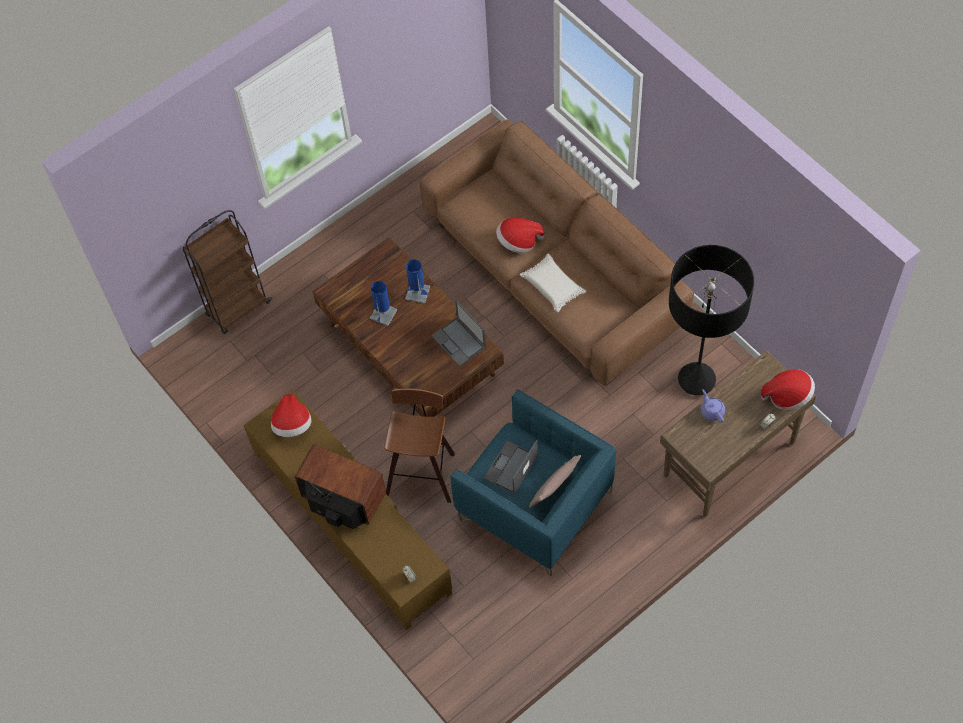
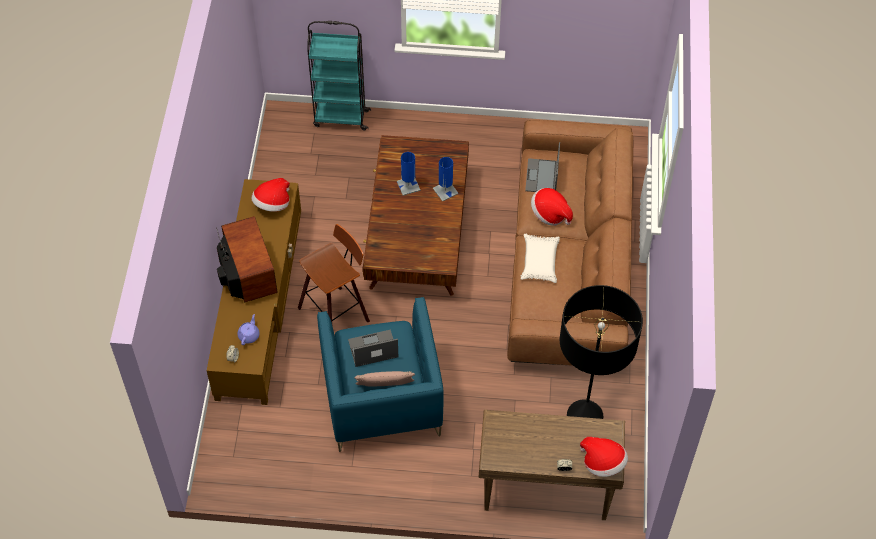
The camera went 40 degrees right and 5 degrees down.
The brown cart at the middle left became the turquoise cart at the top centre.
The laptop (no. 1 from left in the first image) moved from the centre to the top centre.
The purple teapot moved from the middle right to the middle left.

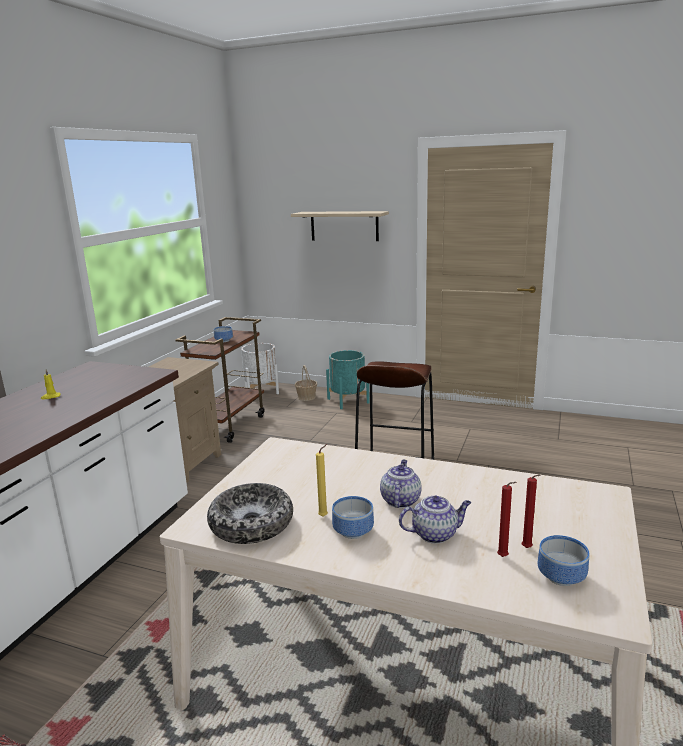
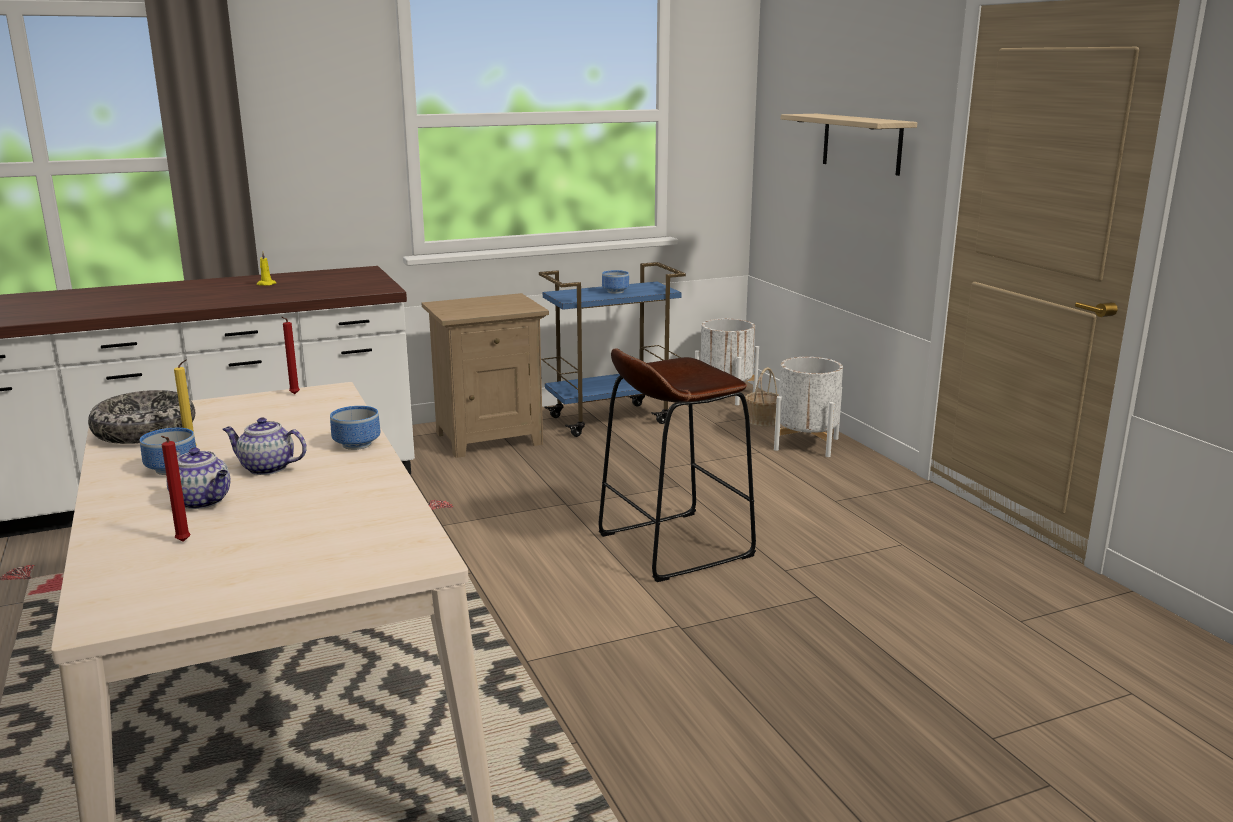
The camera went 45 degrees right and 0 degrees up.
The brown cart at the middle left became the blue cart at the centre.
The turquoise planter at the centre became the white planter (no. 2 from left) at the centre.
The teapot (no. 1 from left in the first image) at the centre turned 135 degrees counterclockwise.
The red candle (no. 2 from left) moved from the bottom right to the middle left.
The bowl (no. 4 from left in the first image) moved from the bottom right to the middle left.

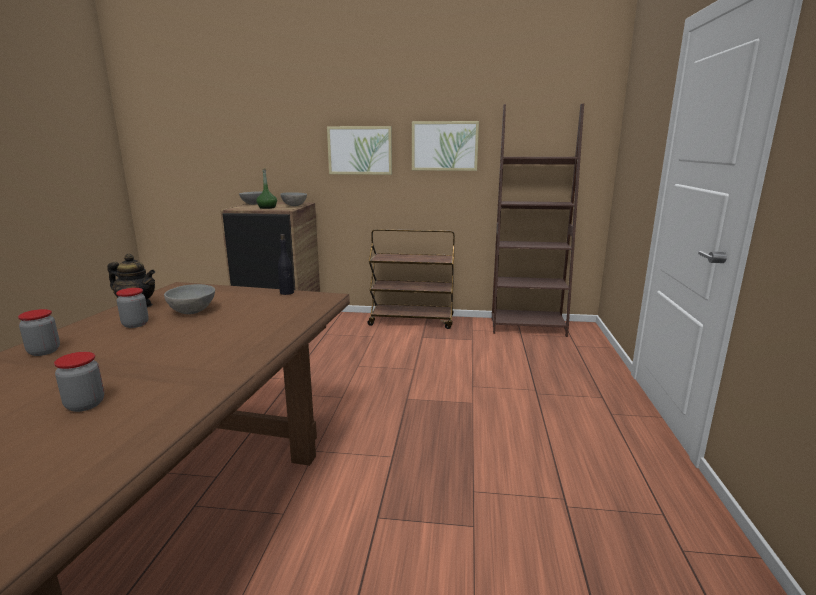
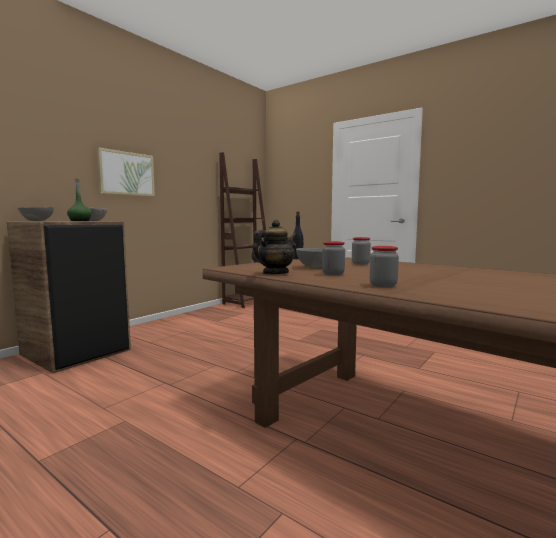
The camera went 60 degrees left and 10 degrees down.
The jar (no. 2 from left) moved from the middle left to the centre.
The brown cart at the centre disappeared.
The picture (no. 2 from left) at the top centre disappeared.

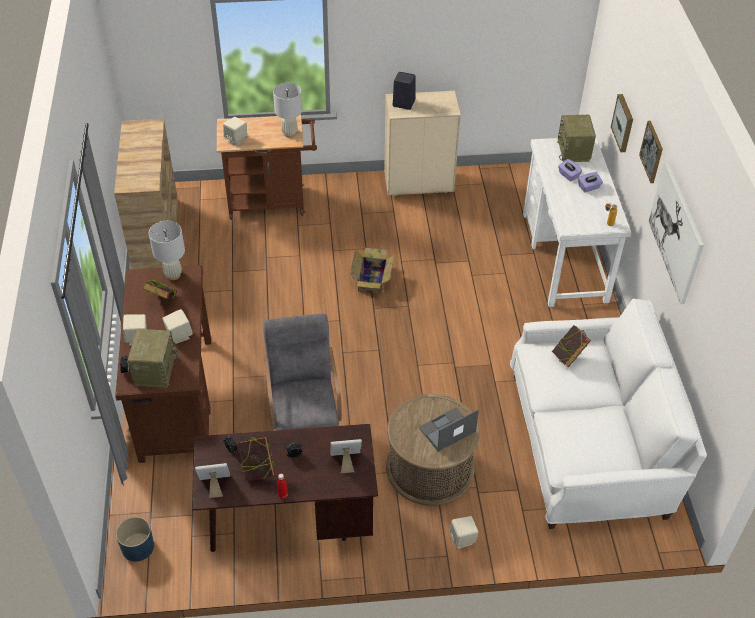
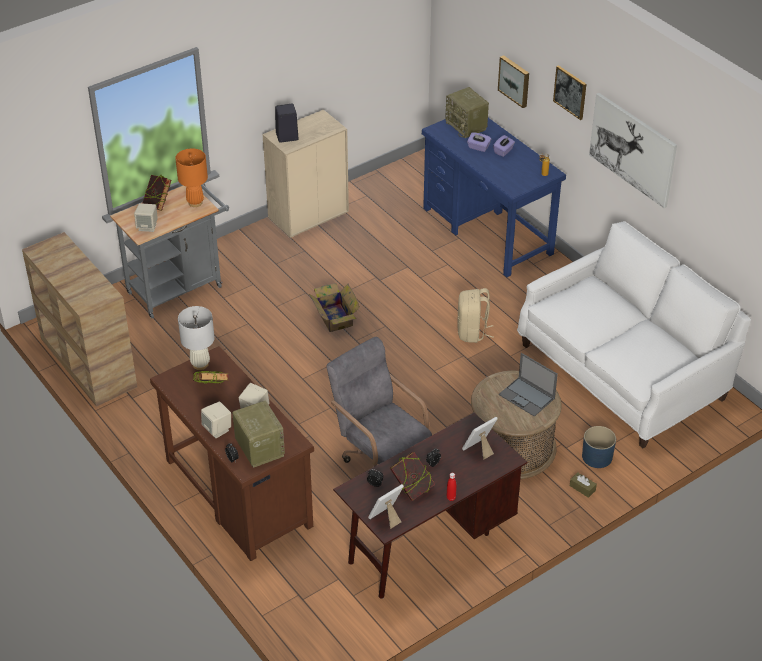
The camera went 30 degrees left and 5 degrees down.
The blue planter moved from the bottom left to the bottom right.
The brown cart at the top centre became the grey cart at the middle left.
The white table lamp (no. 2 from left) at the top centre became the orange table lamp at the top left.
The laptop at the bottom centre turned 75 degrees counterclockwise.
The beige speaker (no. 4 from left) at the bottom centre was replaced by the brown tissue box at the bottom right.
The white desk at the middle right became the blue desk at the top centre.
The book (no. 3 from left in the first image) moved from the middle right to the top left.
The beige backpack at the centre appeared.

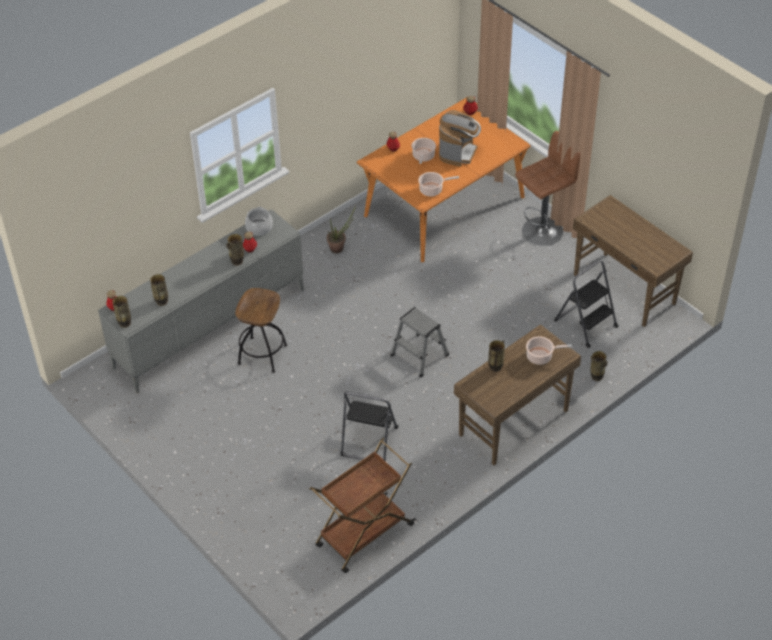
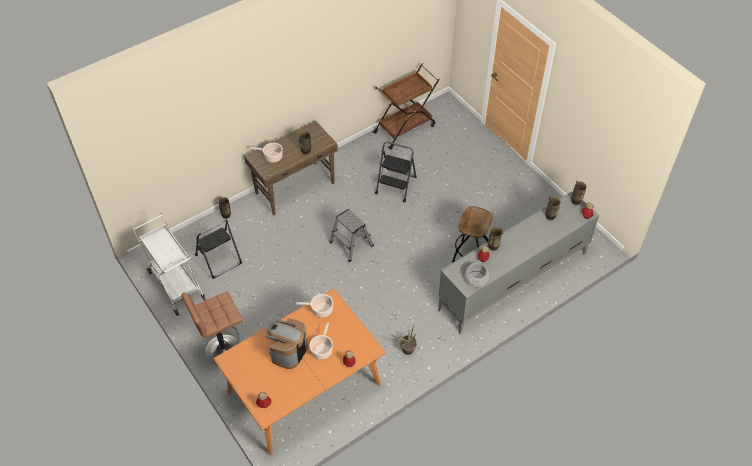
The camera went 175 degrees left and 5 degrees up.
The brown console table (no. 2 from left) at the middle right was replaced by the white cart at the middle left.

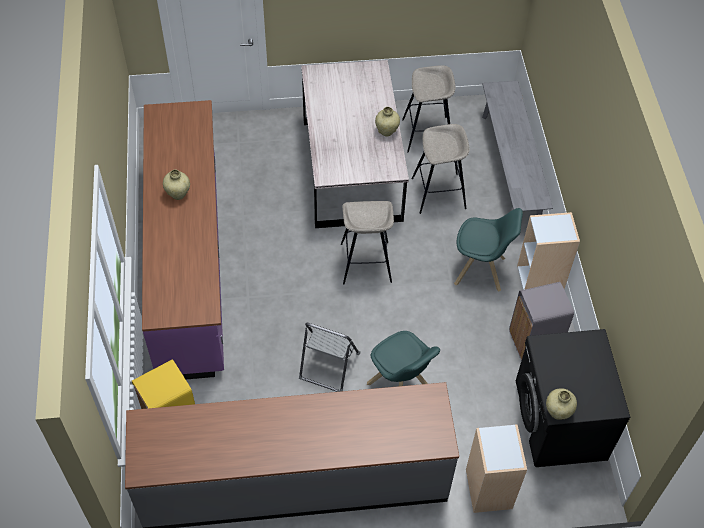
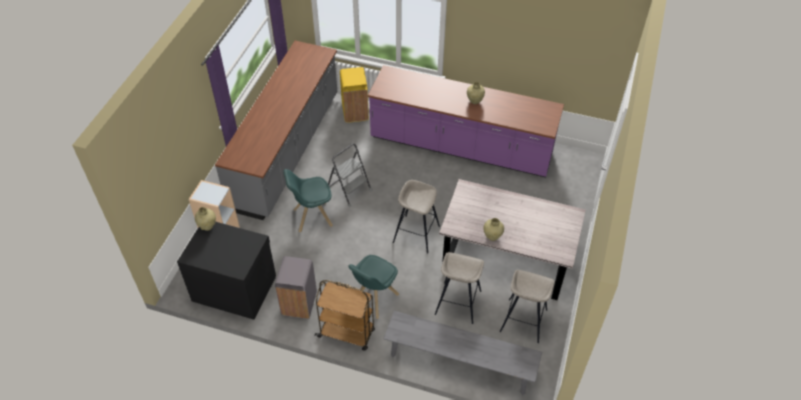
The camera went 115 degrees right and 5 degrees down.
The bookcase (no. 2 from left) at the middle right was replaced by the brown cart at the bottom centre.

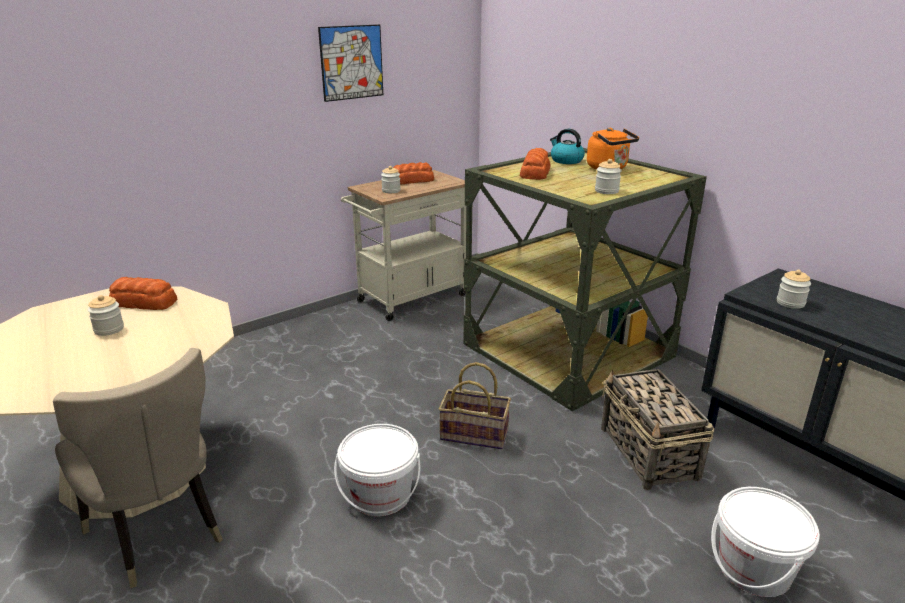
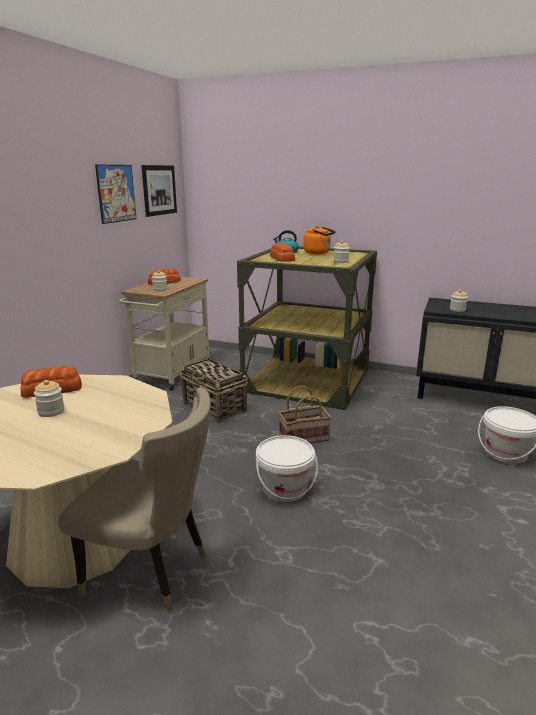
The camera went 30 degrees left and 5 degrees down.
The basket (no. 2 from left in the first image) moved from the bottom right to the centre.
The picture (no. 2 from left) at the top left appeared.

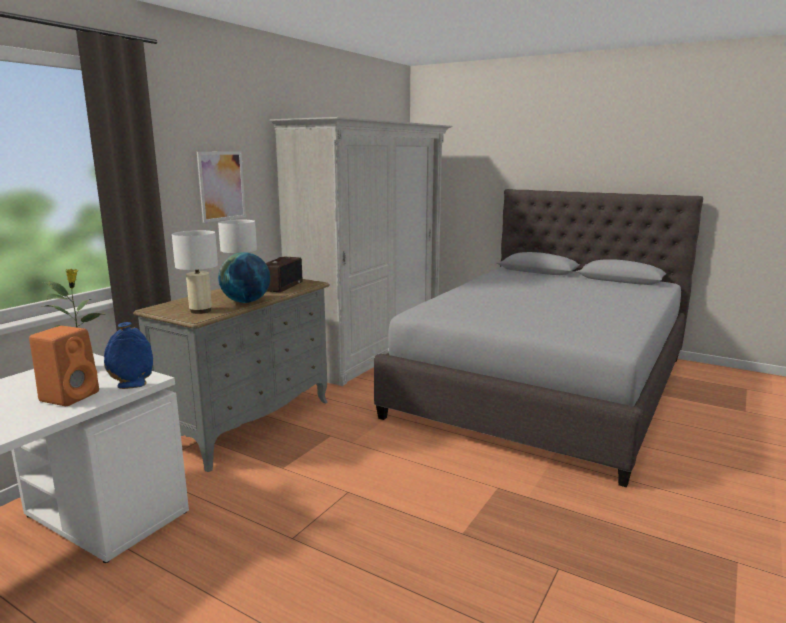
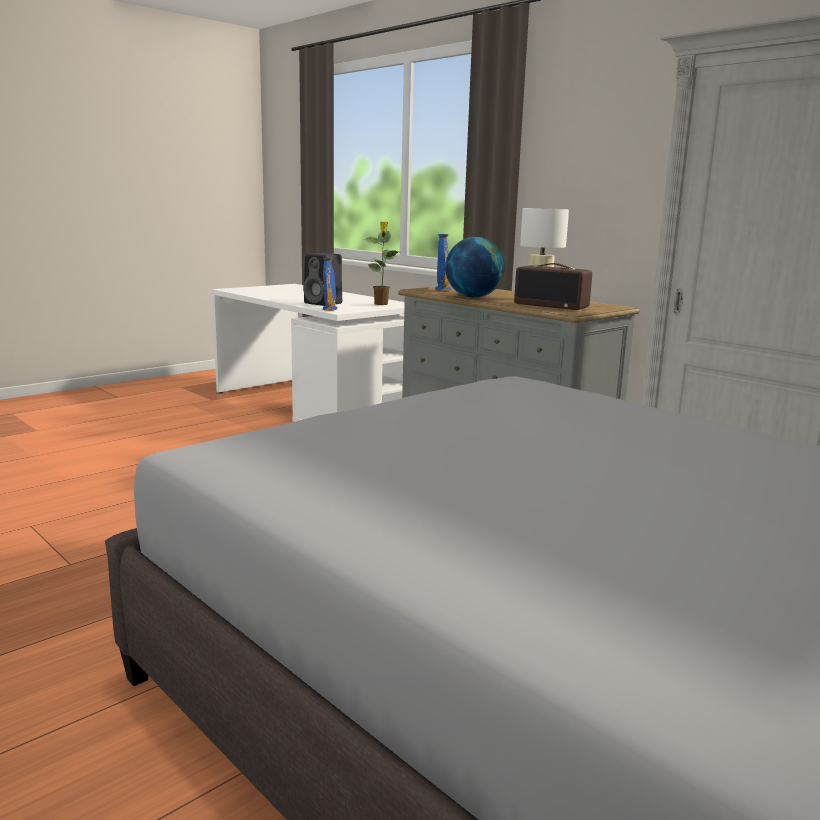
The camera went 105 degrees right and 0 degrees up.
The orange speaker at the middle left became the black speaker at the centre.
The white table lamp (no. 1 from left) at the middle left was replaced by the blue vase (no. 2 from left) at the top centre.
The picture at the top left disappeared.

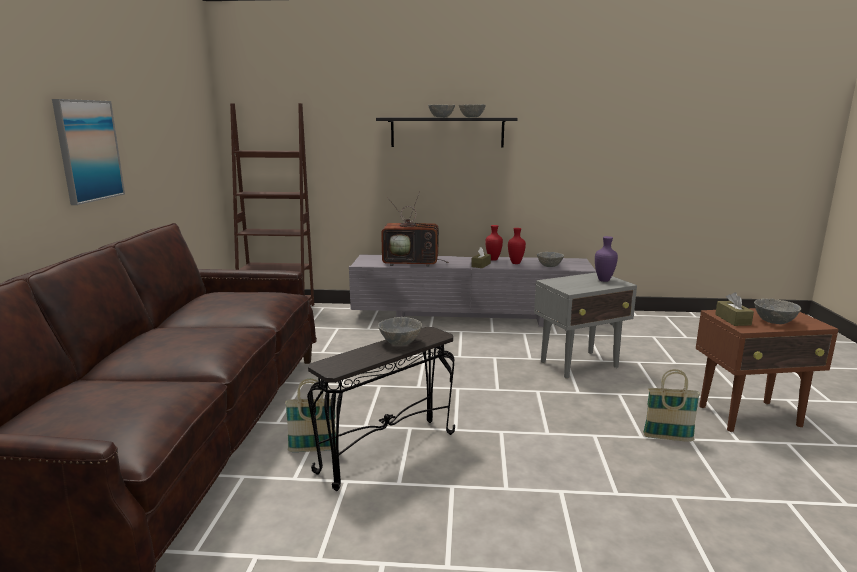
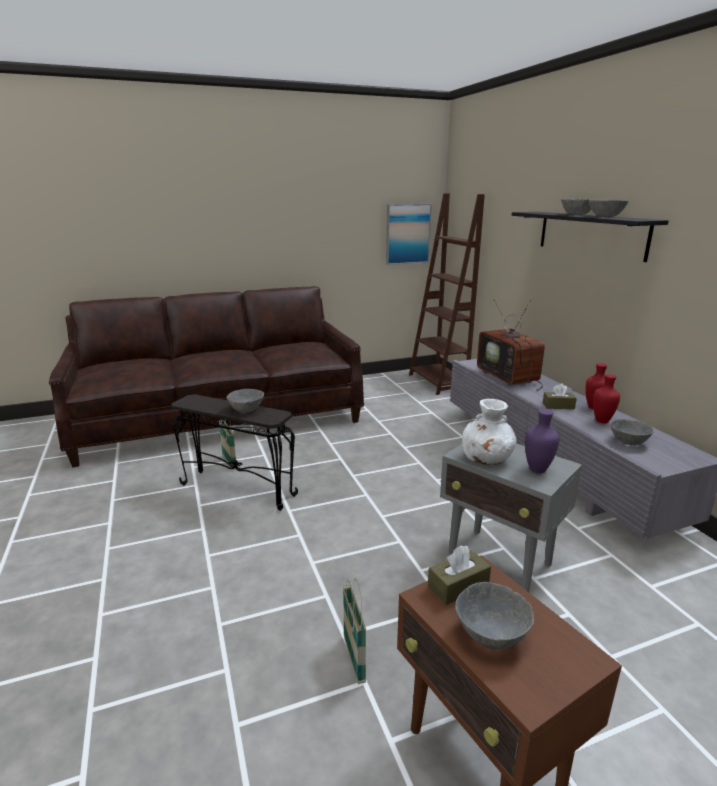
The camera went 65 degrees right and 5 degrees up.
The picture moved from the top left to the top centre.
The white vase at the middle right appeared.

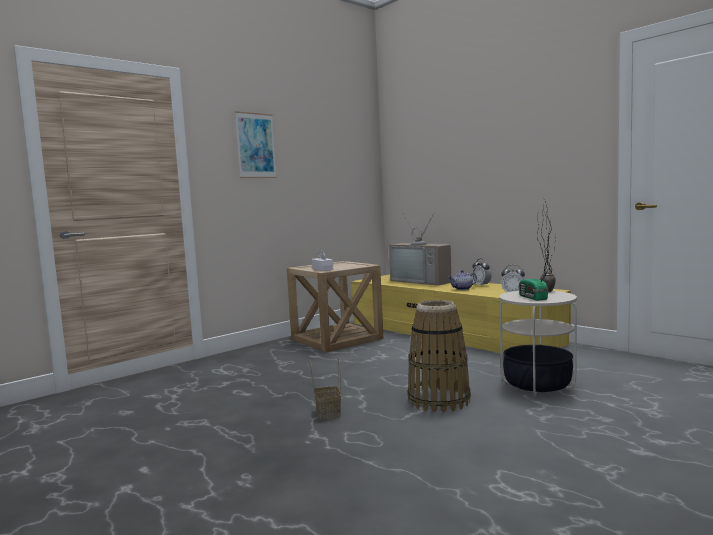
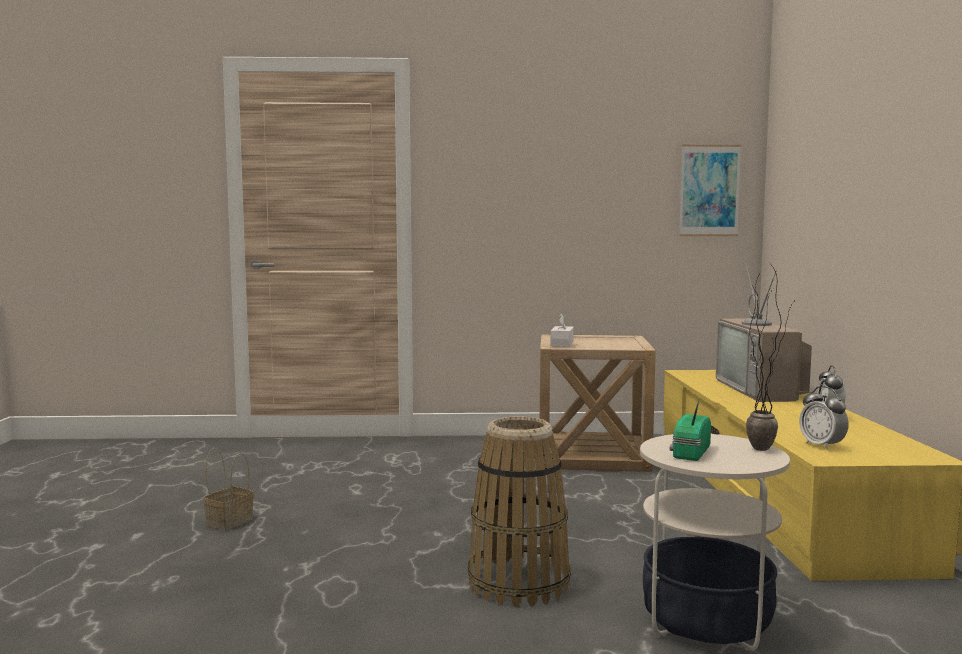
The camera went 40 degrees right and 0 degrees up.
The picture moved from the top centre to the top right.
The basket (no. 1 from left) moved from the bottom centre to the bottom left.
The teapot at the centre disappeared.

